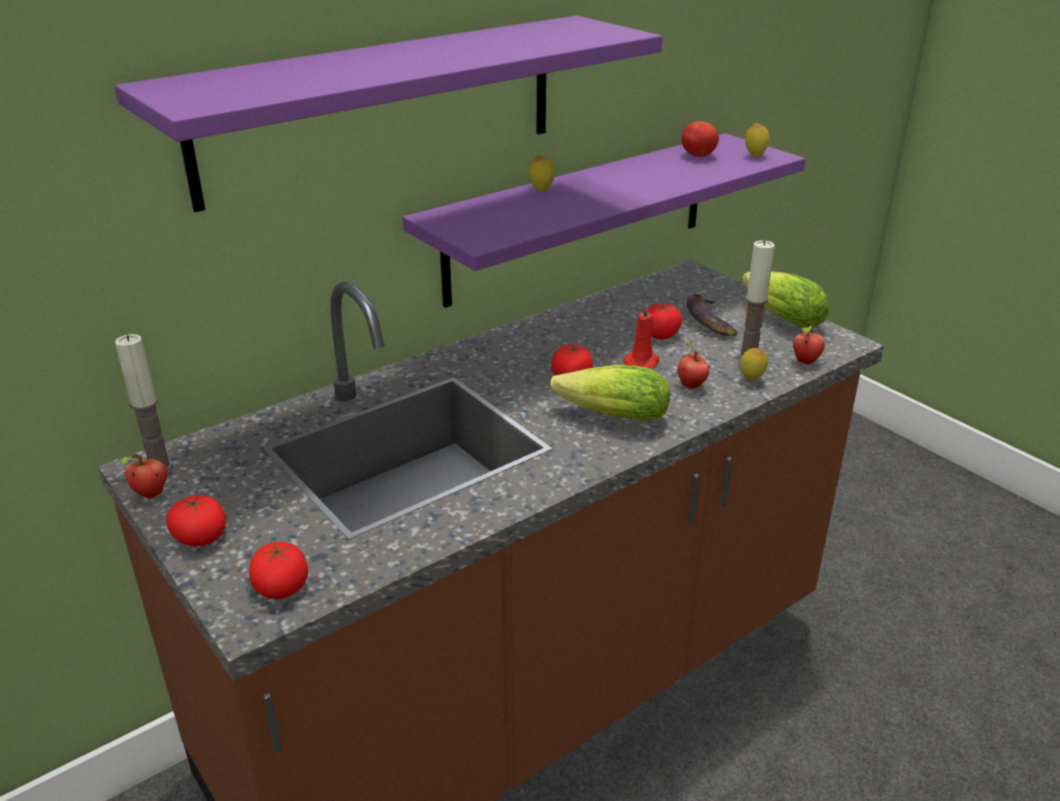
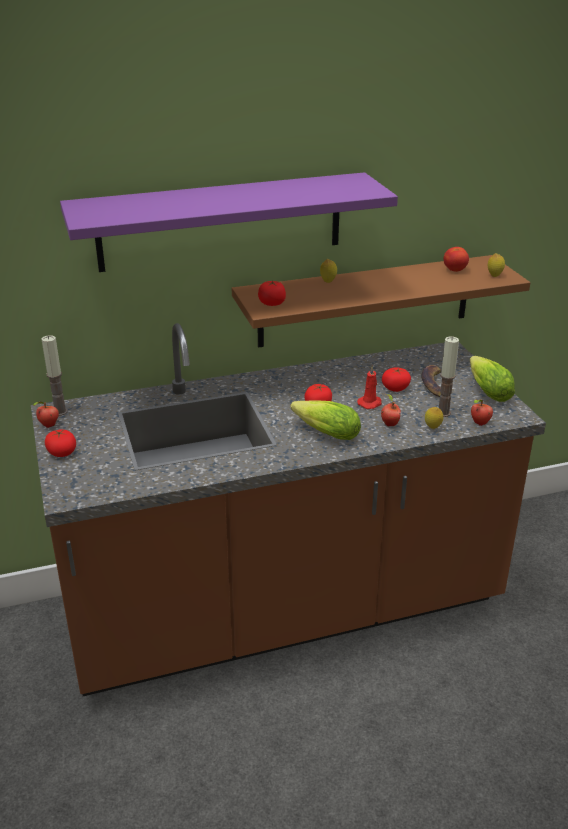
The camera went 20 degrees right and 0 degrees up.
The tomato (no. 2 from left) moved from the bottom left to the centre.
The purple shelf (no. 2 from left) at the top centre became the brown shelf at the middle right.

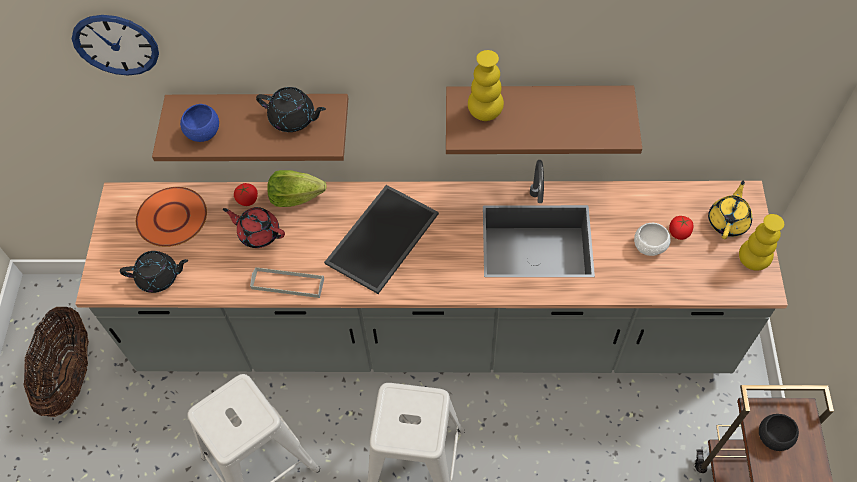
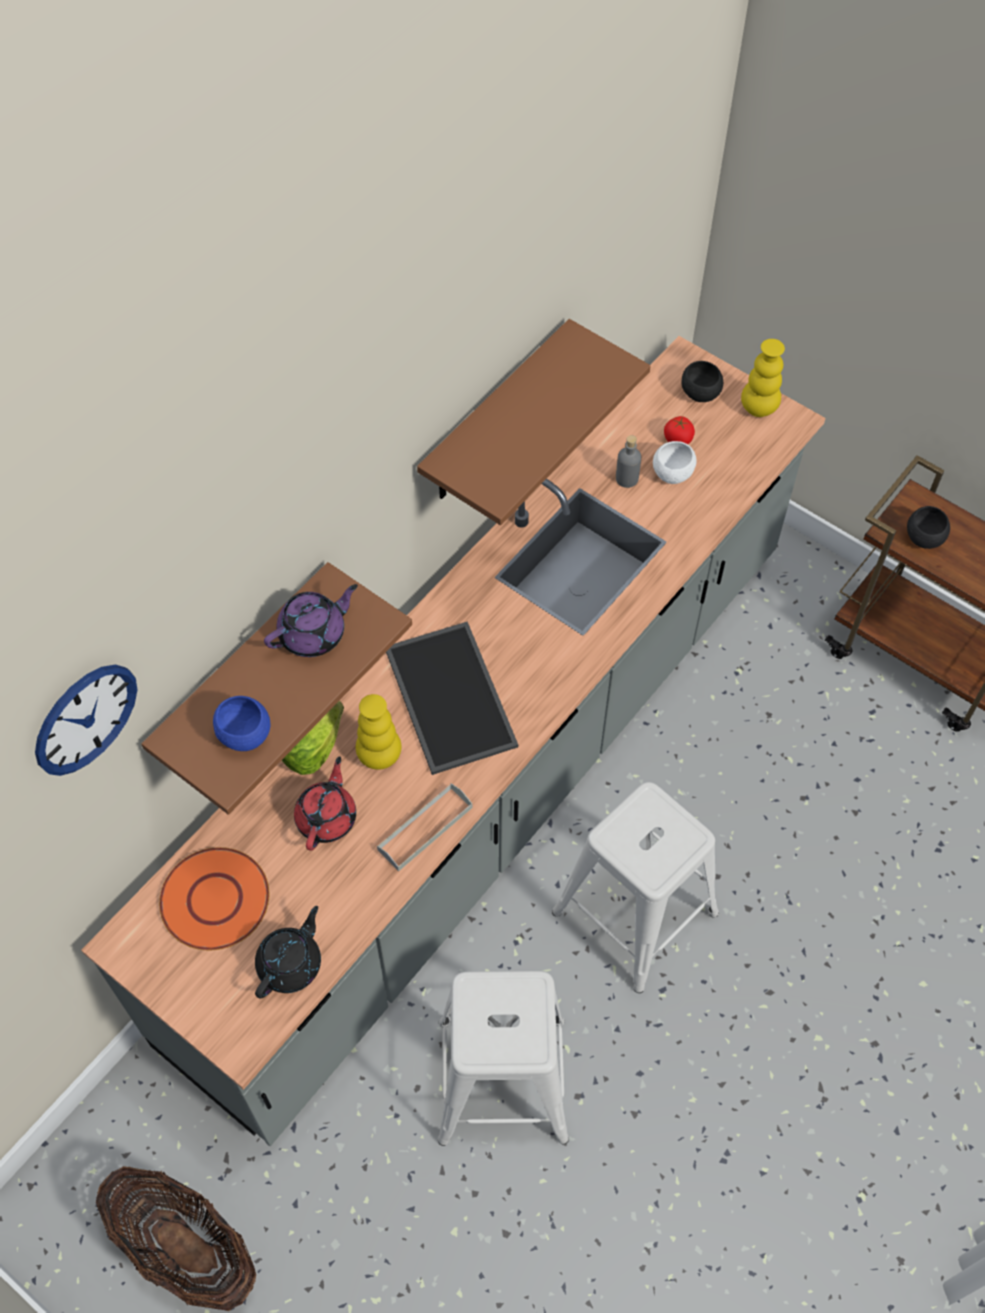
The camera went 55 degrees left and 0 degrees up.
The red teapot at the middle left turned 135 degrees clockwise.
The tomato (no. 1 from left) at the middle left disappeared.
The black teapot (no. 2 from left) at the top centre became the purple teapot at the middle left.
The yellow vase (no. 1 from left) moved from the top centre to the centre.
The yellow teapot at the middle right was replaced by the black bowl (no. 1 from left) at the top right.
The grey bottle at the centre appeared.

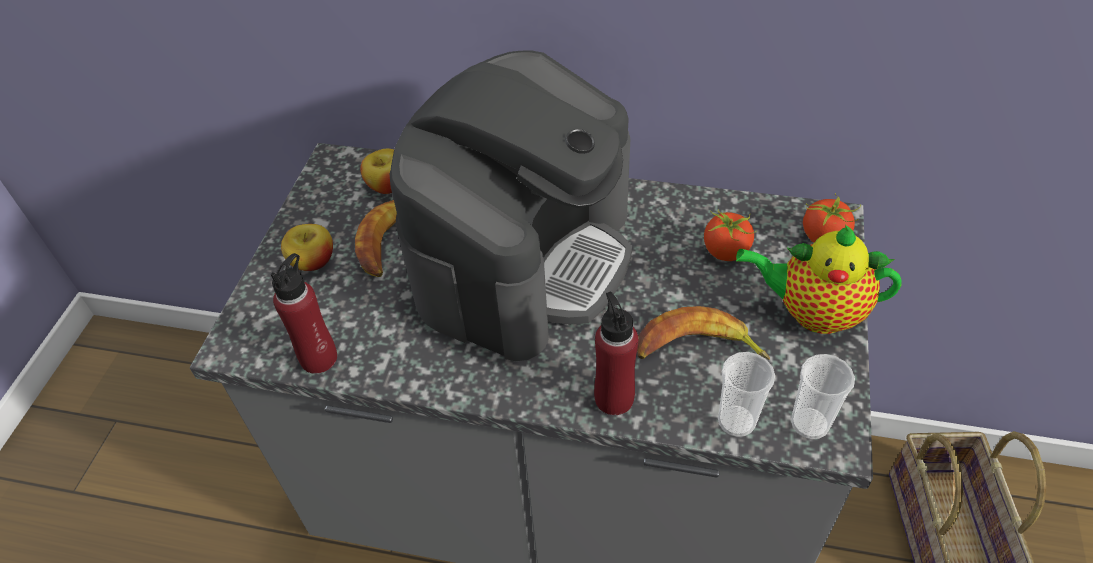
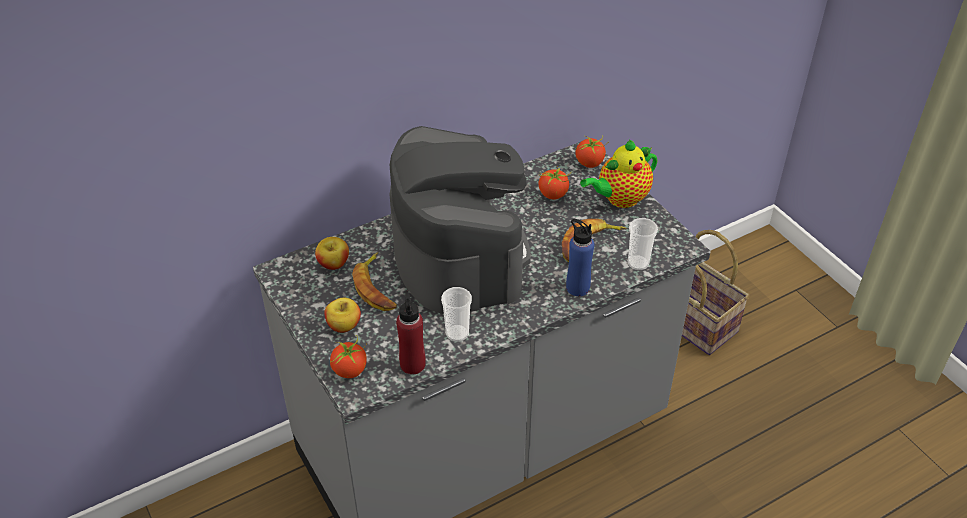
The camera went 45 degrees left and 5 degrees down.
The red bottle (no. 2 from left) at the centre became the blue bottle at the centre.
The cup (no. 2 from left in the first image) moved from the bottom right to the centre.
The tomato (no. 1 from left) at the bottom centre appeared.

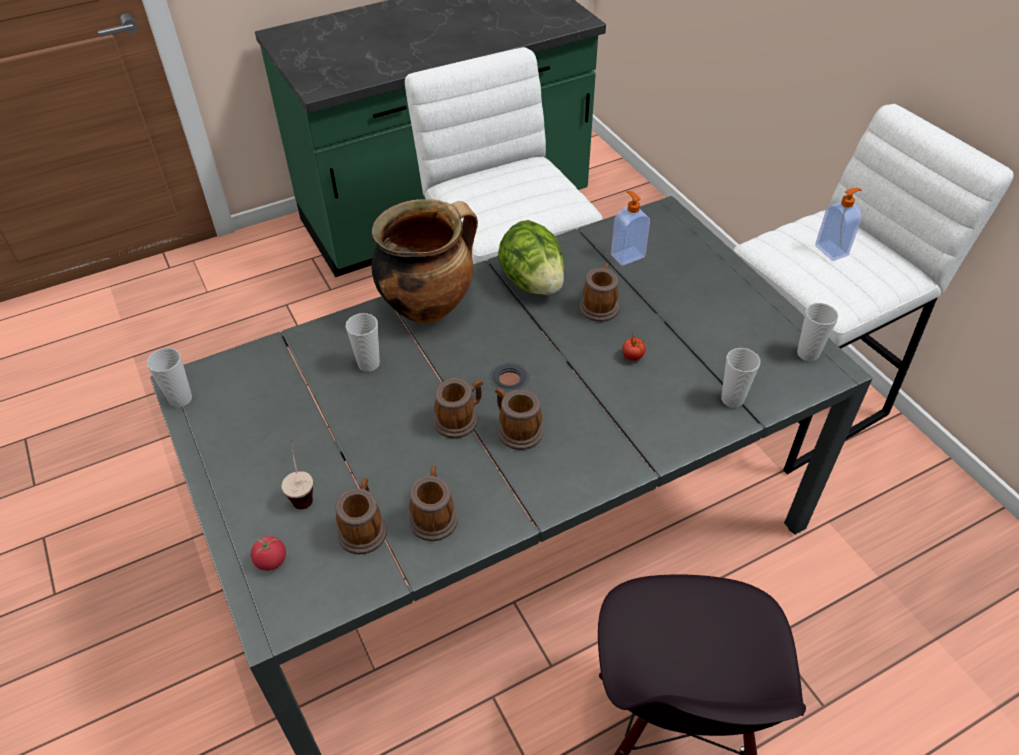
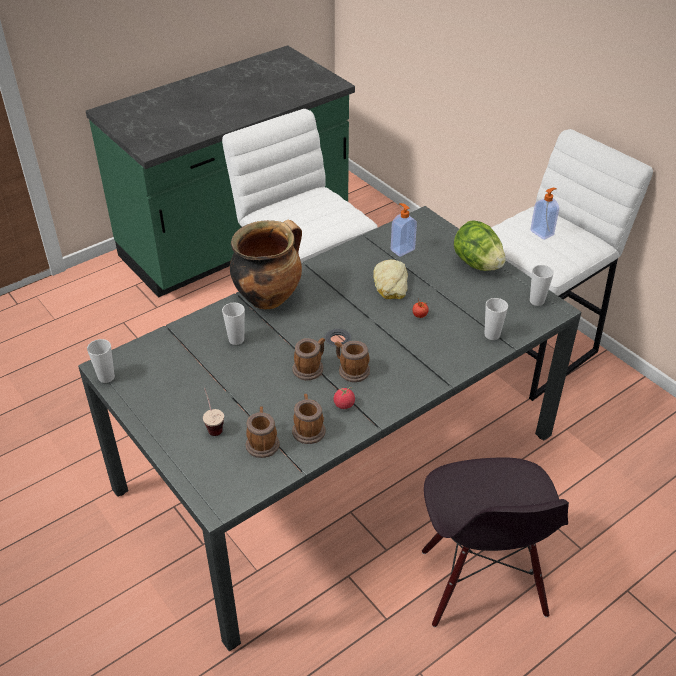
The camera went 10 degrees left and 5 degrees down.
The tomato (no. 1 from left) moved from the bottom left to the centre.
The lettuce moved from the centre to the middle right.
The mug (no. 5 from left) at the centre was replaced by the bread at the centre.

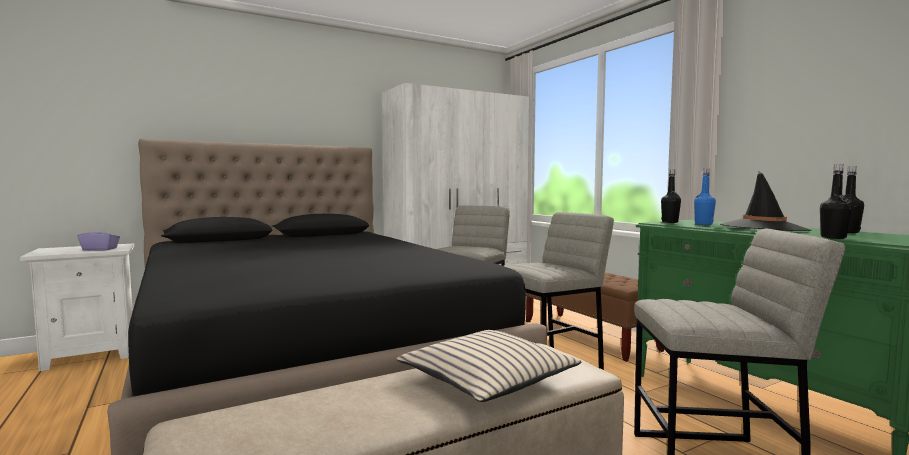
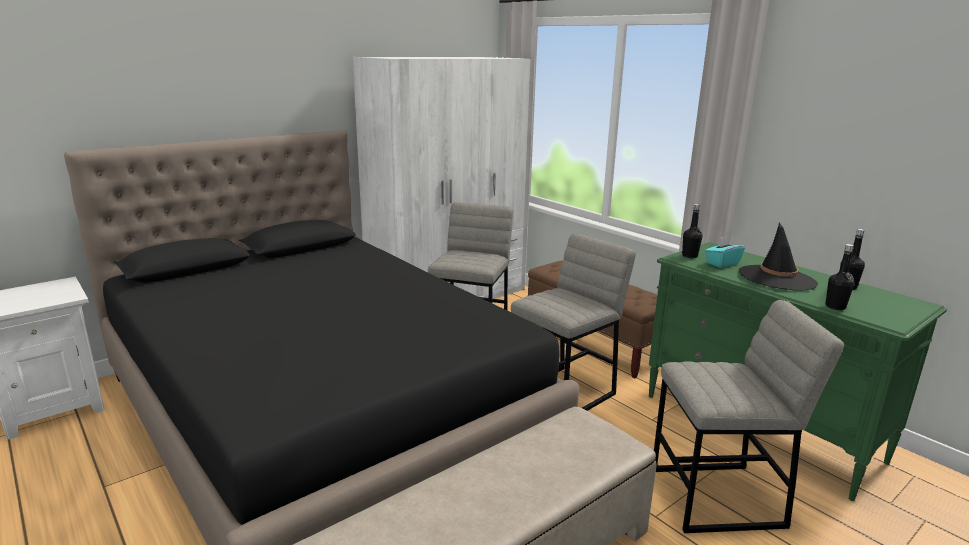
The camera went 10 degrees left and 15 degrees up.
The purple tissue box at the middle left disappeared.
The beige pillow at the bottom centre disappeared.
The blue bottle at the middle right was replaced by the turquoise tissue box at the middle right.

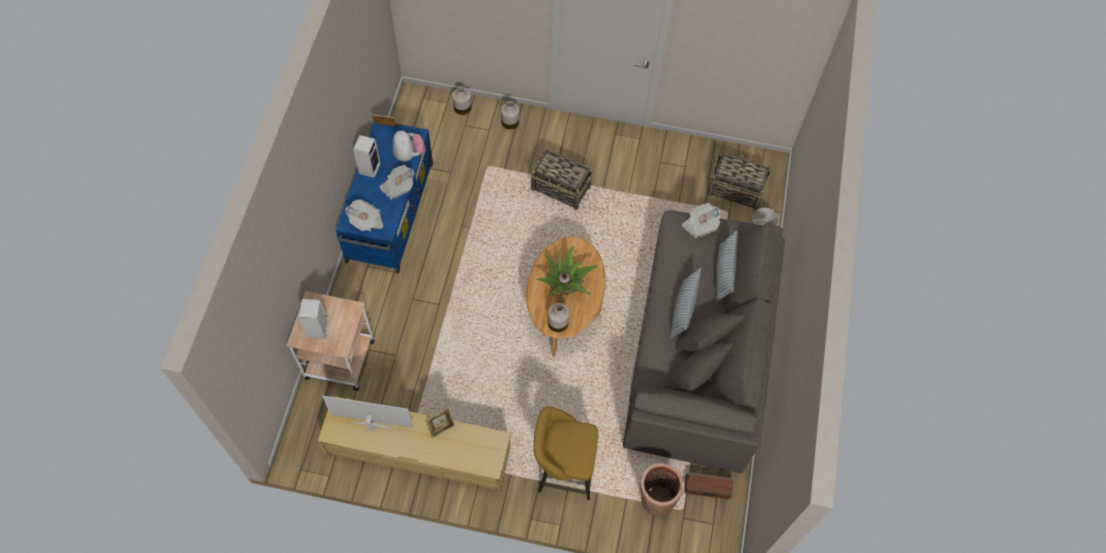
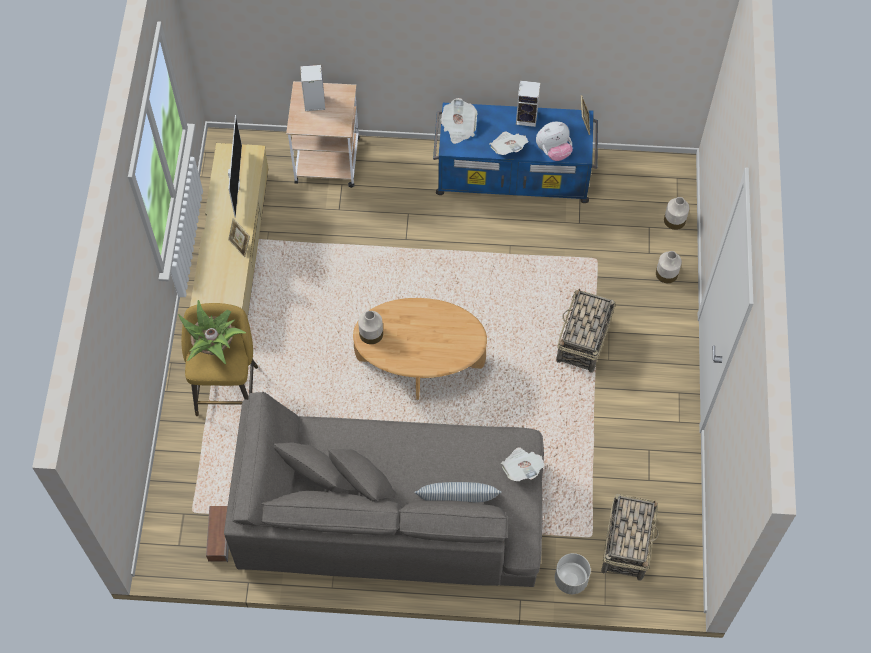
The camera went 85 degrees right and 0 degrees up.
The potted plant moved from the centre to the middle left.
The basket (no. 2 from left) at the bottom centre disappeared.
The pillow (no. 1 from left) at the centre disappeared.

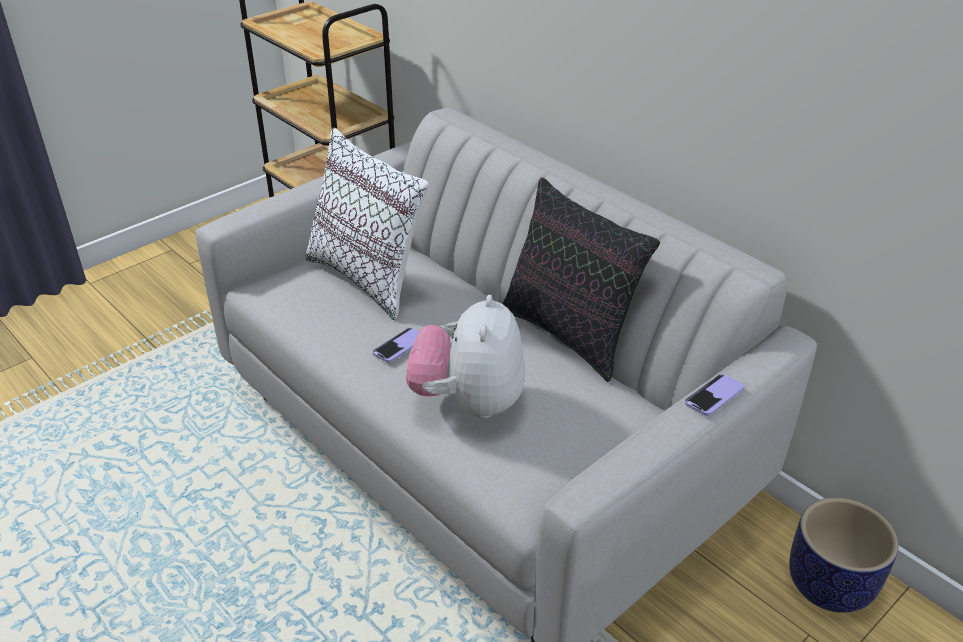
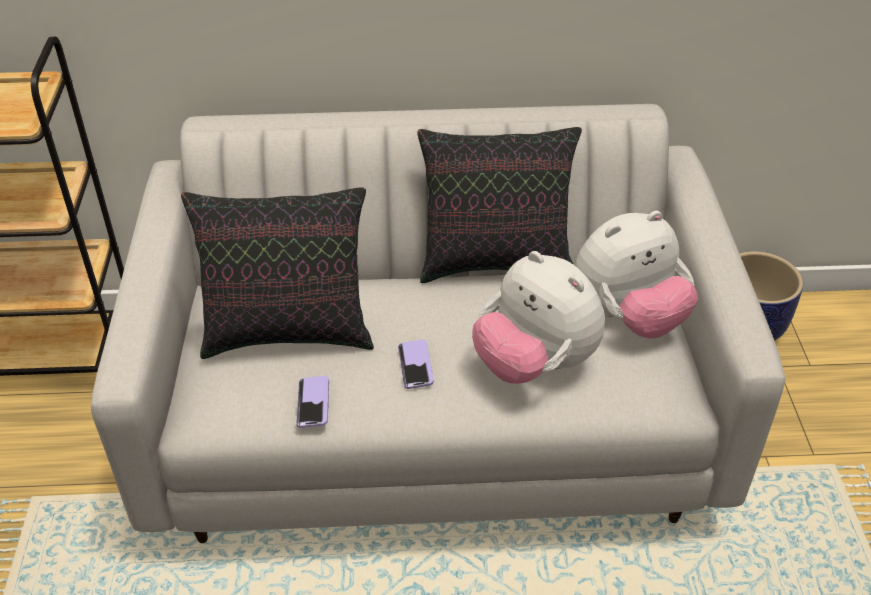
The camera went 50 degrees left and 5 degrees up.
The white pillow at the centre became the black pillow (no. 1 from left) at the middle left.
The phone (no. 2 from left in the first image) moved from the middle right to the bottom centre.
The plush toy (no. 2 from left) at the middle right appeared.

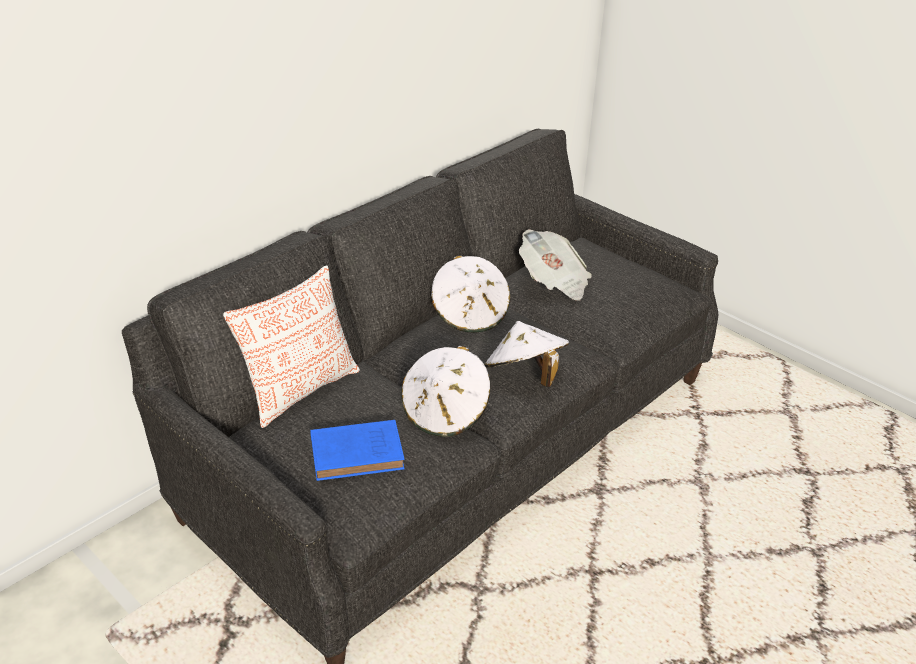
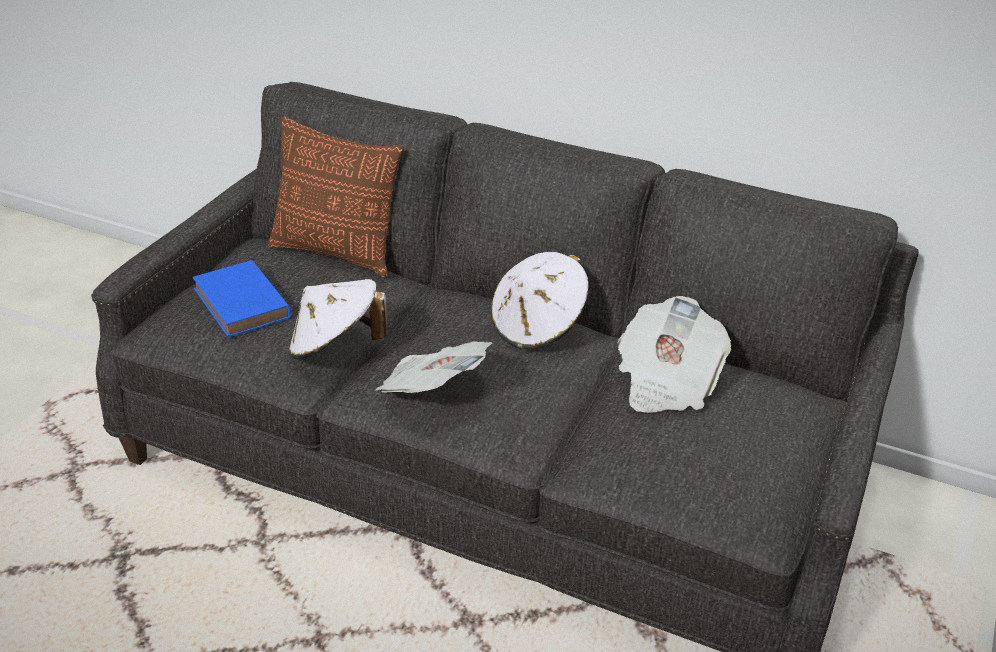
The camera went 70 degrees right and 0 degrees up.
The white pillow at the middle left became the brown pillow at the top centre.
The white hat (no. 3 from left) at the centre was replaced by the newspaper (no. 1 from left) at the centre.

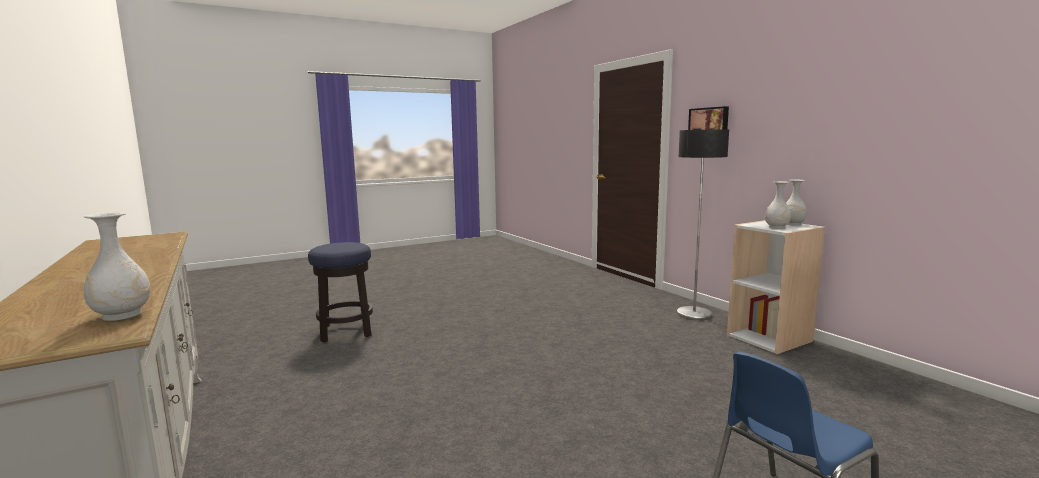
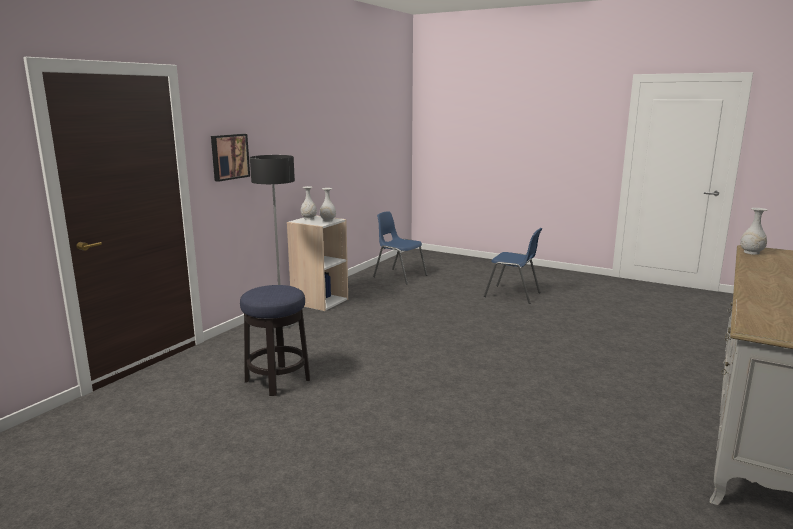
The camera went 120 degrees left and 5 degrees up.
The stool moved from the middle left to the centre.
The blue chair (no. 1 from left) at the centre appeared.

